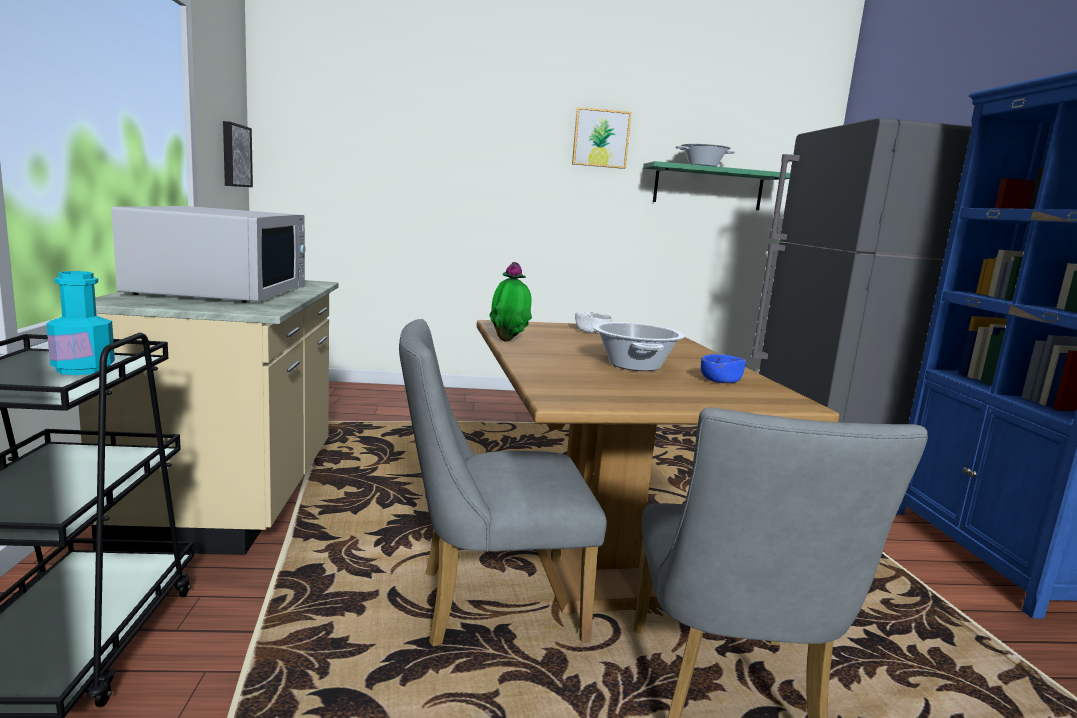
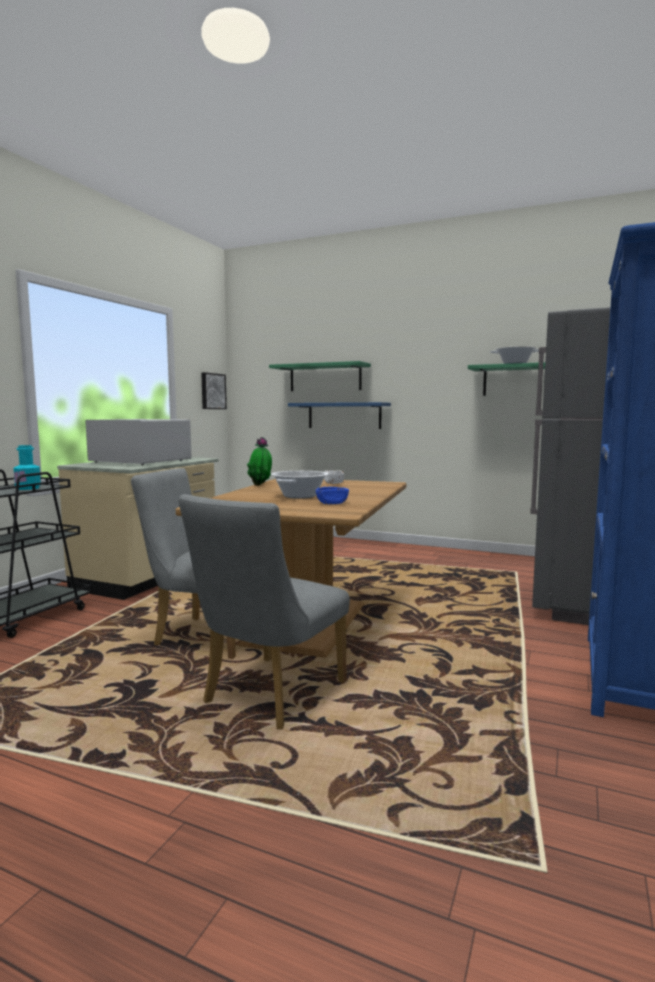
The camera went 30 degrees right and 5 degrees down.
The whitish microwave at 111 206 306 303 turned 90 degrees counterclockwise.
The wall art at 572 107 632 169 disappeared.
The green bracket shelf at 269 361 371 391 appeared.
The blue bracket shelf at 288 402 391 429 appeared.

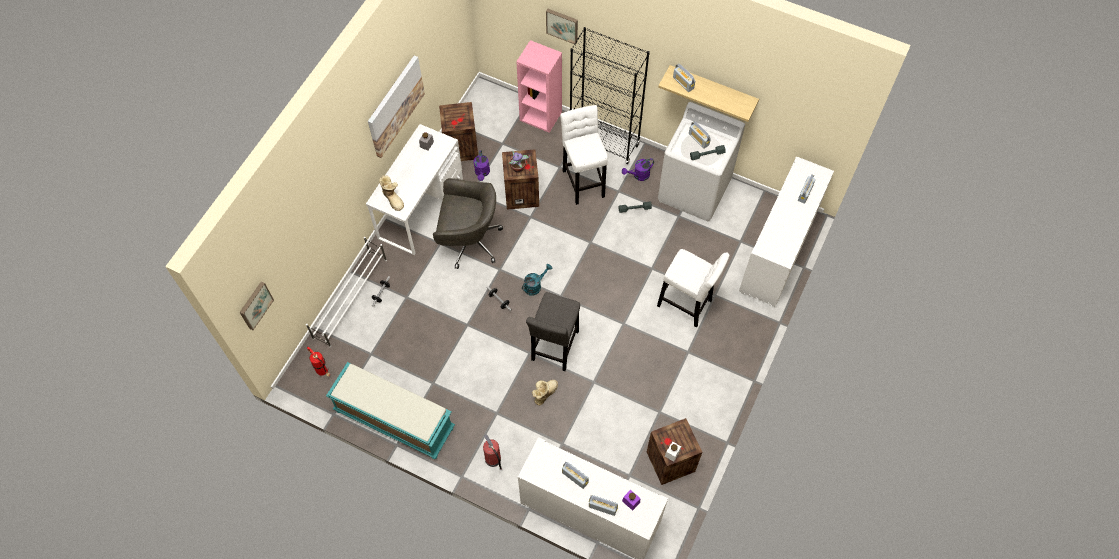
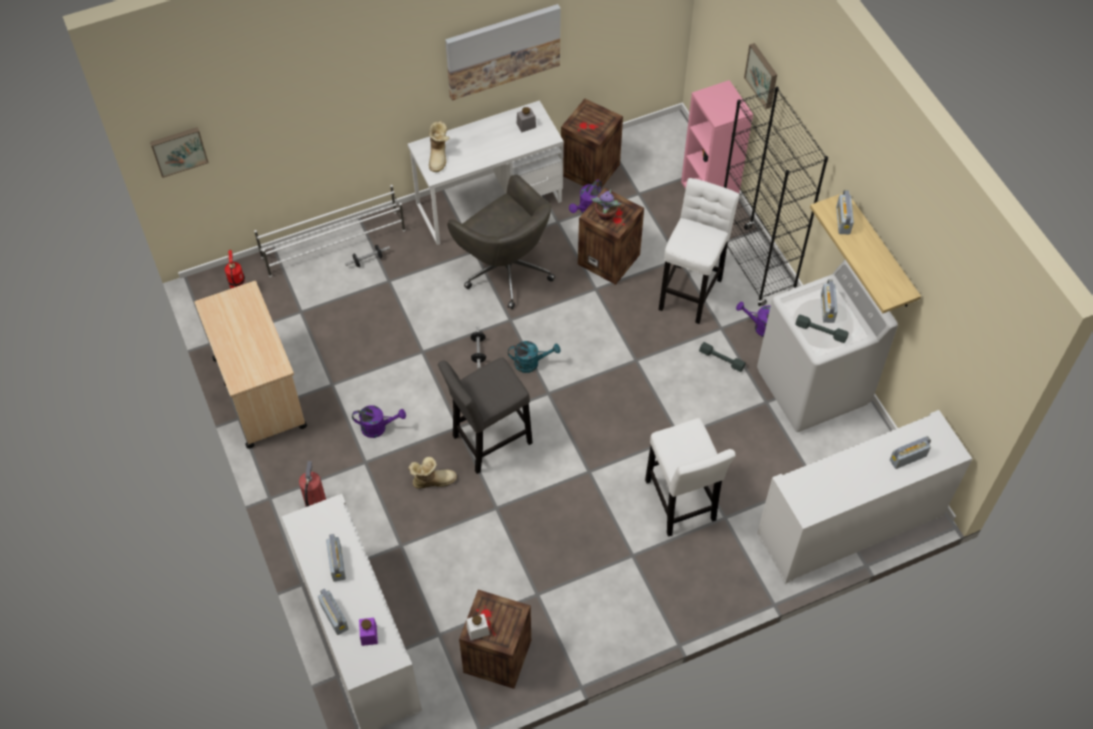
The camera went 40 degrees right and 5 degrees down.
The blue-green long seat at 326 362 455 459 was replaced by the beige trolley at 195 281 307 449.
The purple watering can at 352 405 406 438 appeared.

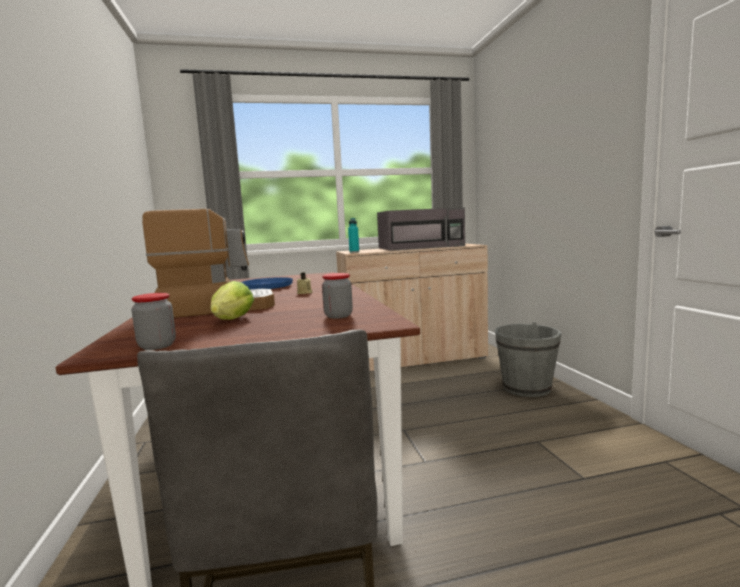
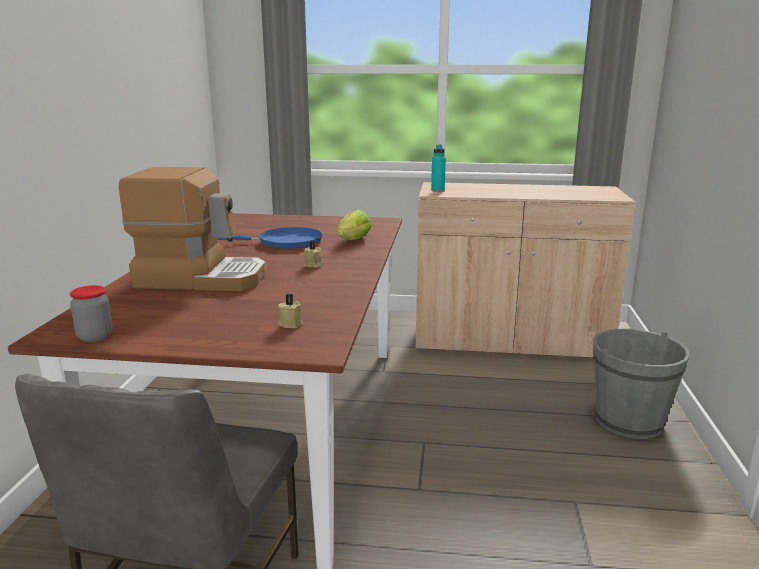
The camera went 20 degrees right and 10 degrees up.
The head of lettuce moved from 210 281 254 320 to 337 210 372 240.
The preserve jar at 322 273 353 319 was replaced by the beige wax light at 278 294 303 328.
The grey microwave at 377 207 465 251 disappeared.

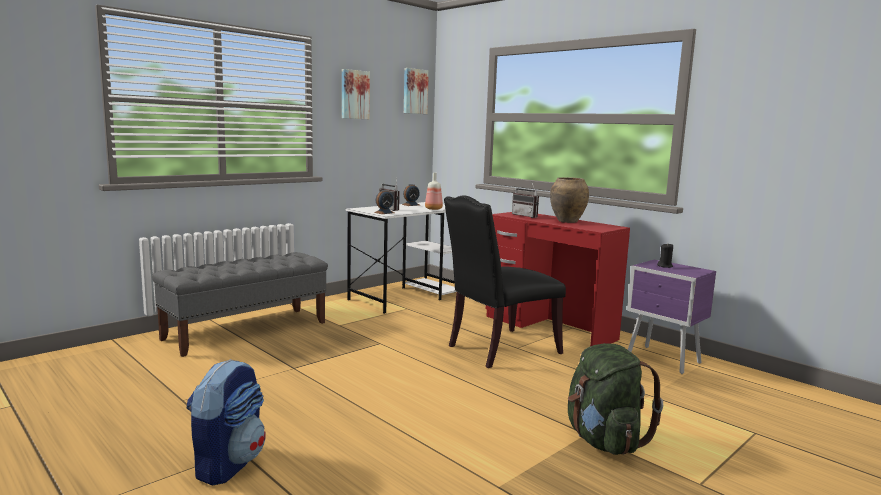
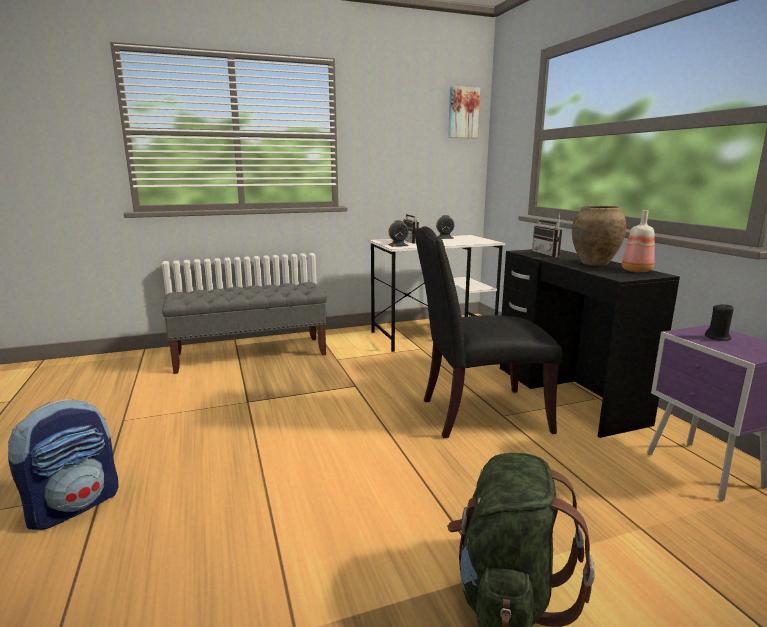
The camera went 25 degrees right and 5 degrees up.
The wall art at 342 69 370 119 disappeared.
The bottle moved from 425 172 443 210 to 622 210 655 272.
The reddish desk table at 486 212 630 346 became the black desk table at 500 249 680 438.

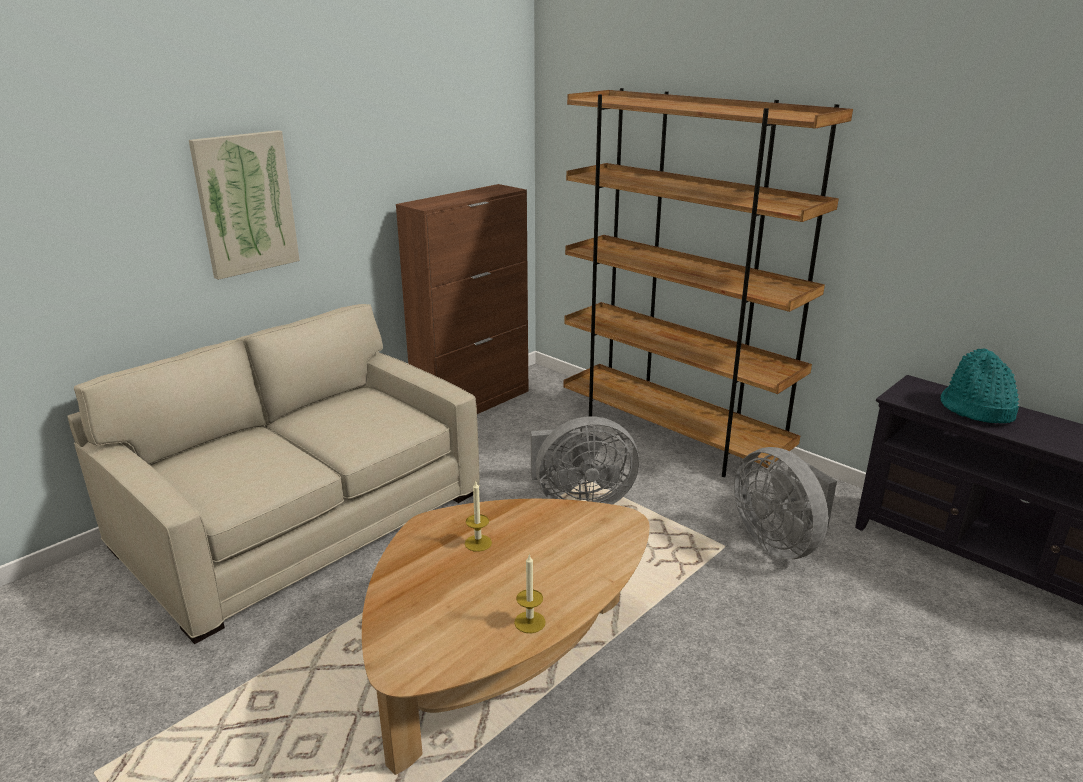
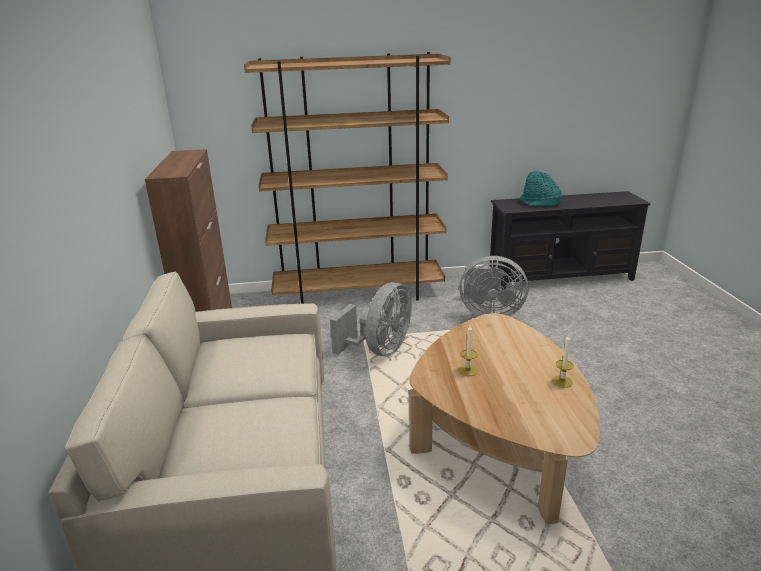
The camera went 50 degrees left and 0 degrees up.
The wall art at 189 130 300 280 disappeared.

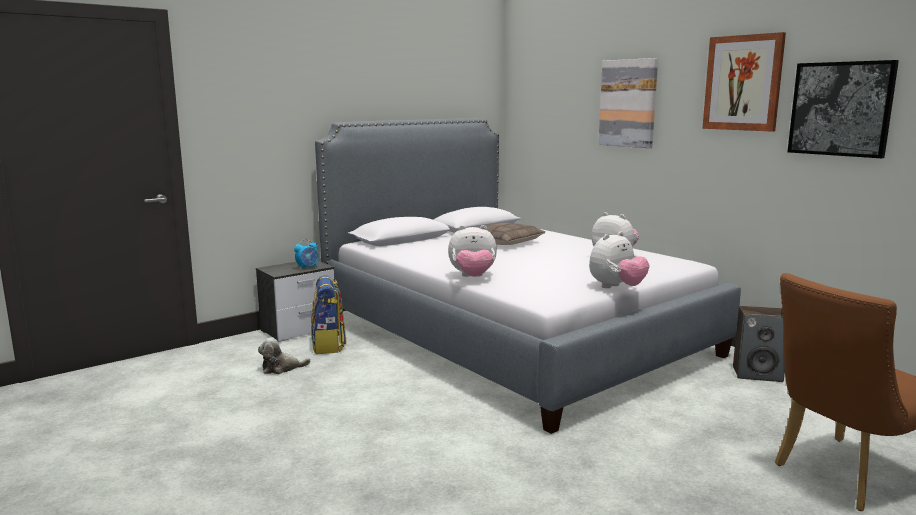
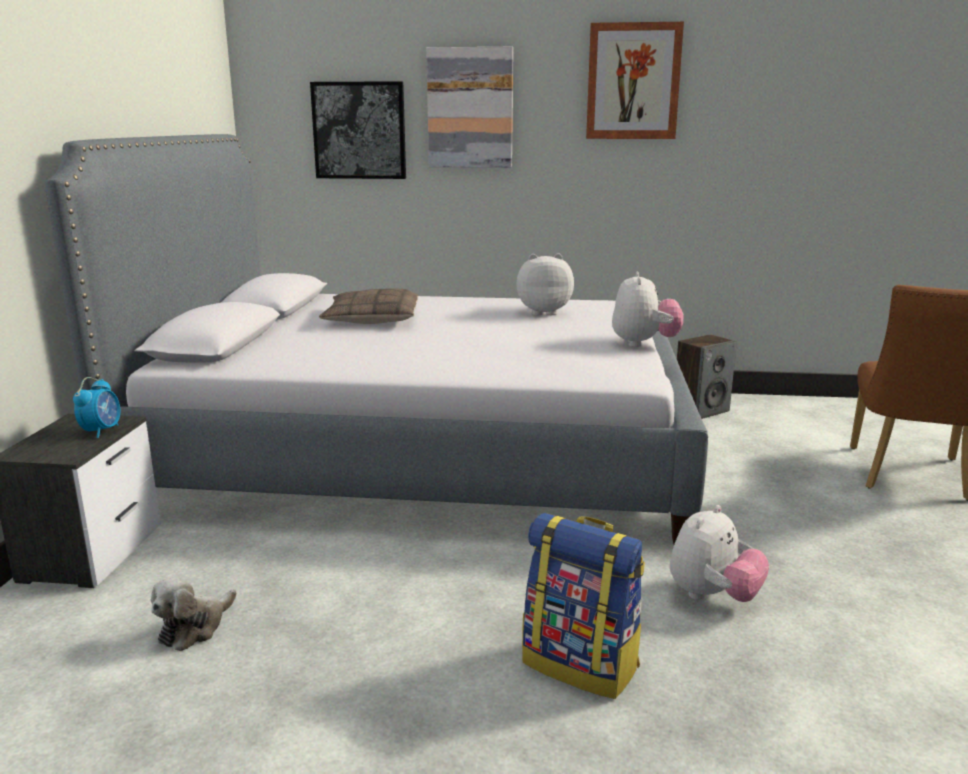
The camera went 45 degrees left and 5 degrees up.
The knapsack moved from 311 275 347 354 to 522 513 645 699.
The plush toy moved from 448 225 497 277 to 670 505 769 602.
The wall art moved from 787 60 899 158 to 310 81 406 179.

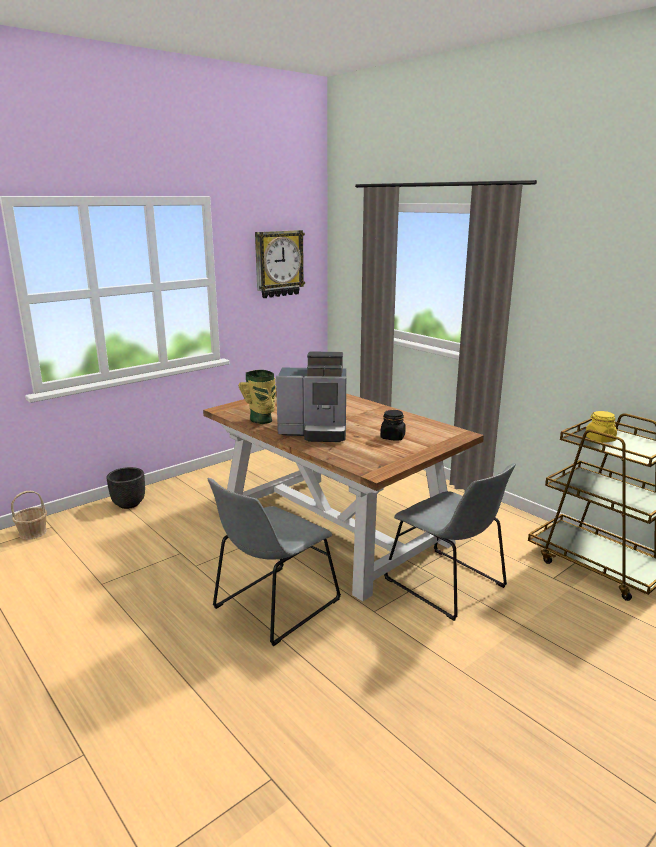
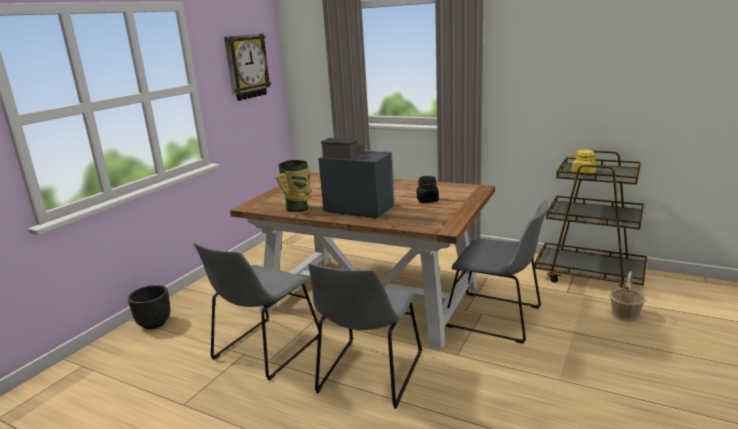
The camera went 20 degrees left and 0 degrees up.
The basket moved from 11 491 47 540 to 610 271 646 322.
The coffee brewer at 276 351 346 442 turned 135 degrees counterclockwise.
The grey upright chair at 193 242 319 381 appeared.

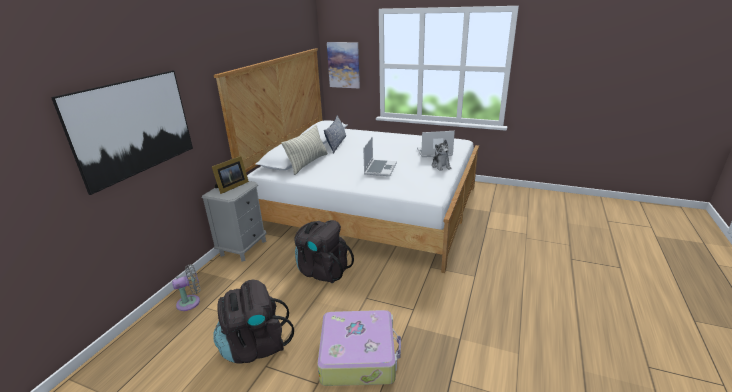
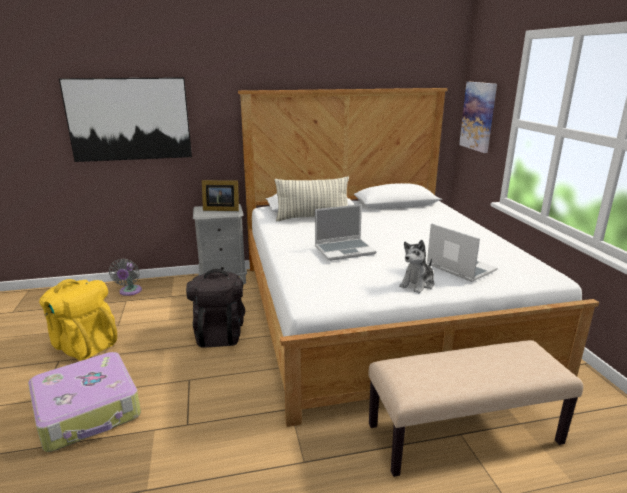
The camera went 55 degrees right and 5 degrees down.
The grey fan at 172 264 200 311 turned 60 degrees clockwise.
The black knapsack at 213 280 294 364 became the yellowish knapsack at 39 279 117 361.
The throw pillow at 324 115 346 153 disappeared.
The beige long seat at 368 340 584 477 appeared.

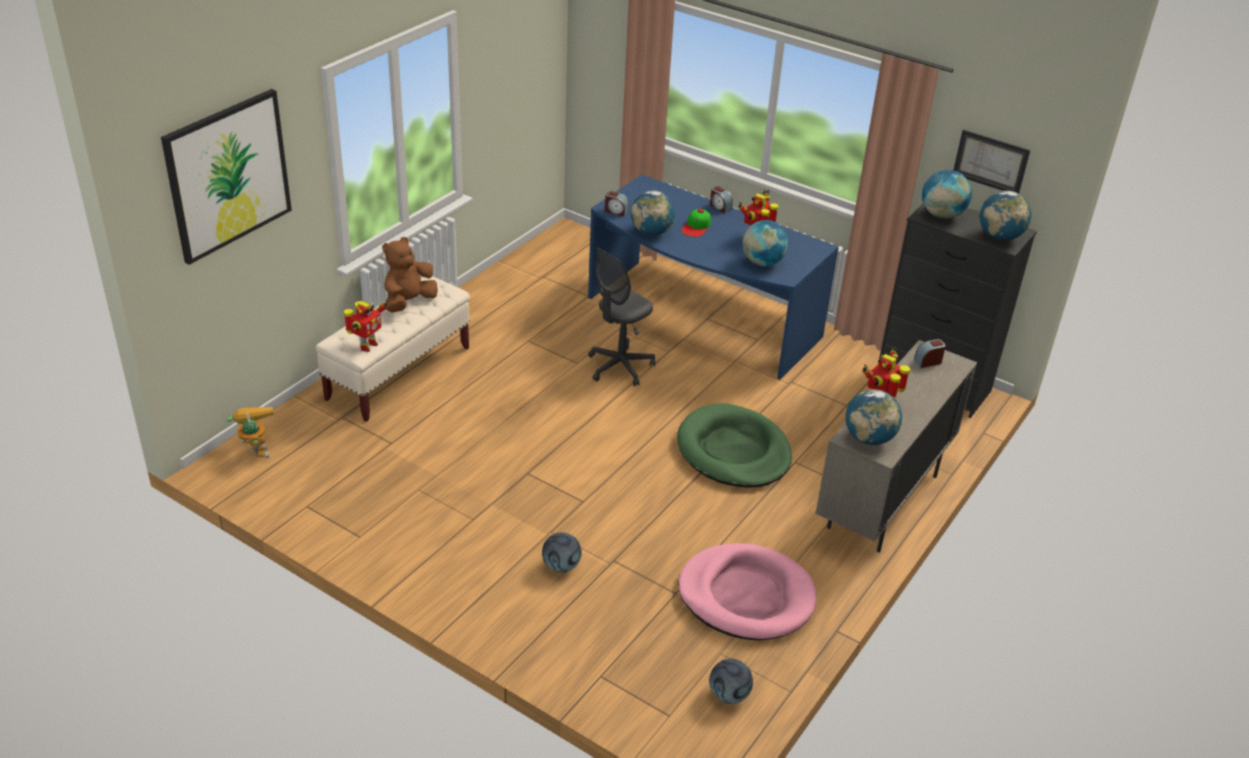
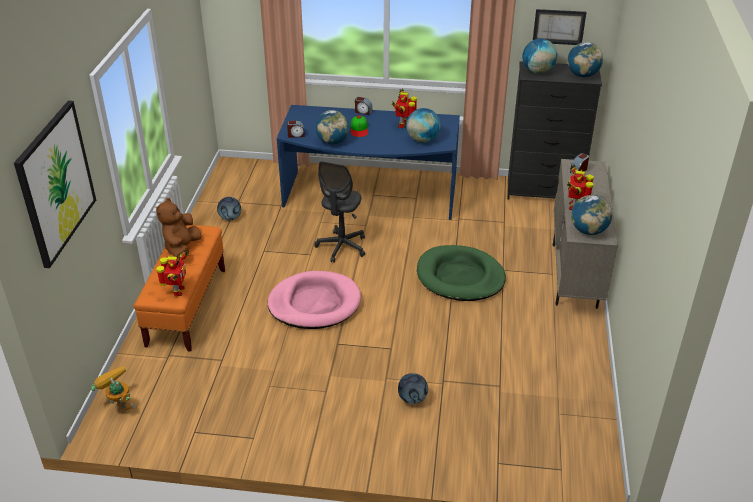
The camera went 25 degrees left and 0 degrees up.
The beige long seat at 315 276 470 422 became the orange long seat at 134 225 225 352.
The pink-coloured dog bed moved from 678 543 816 640 to 268 271 361 329.
The football ball moved from 709 659 753 704 to 217 197 241 220.

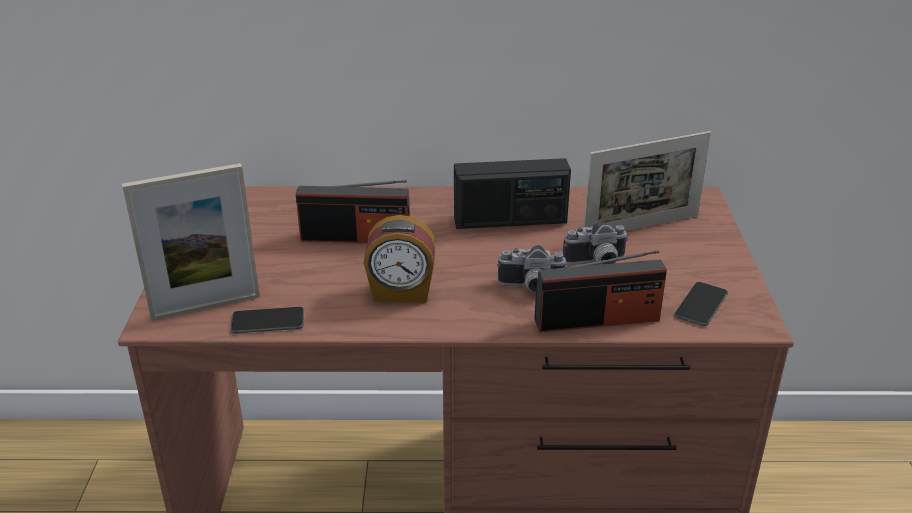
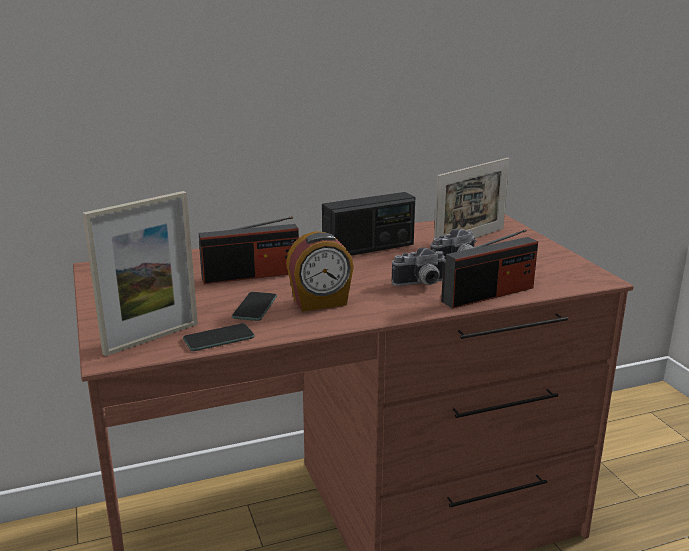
The camera went 20 degrees left and 10 degrees down.
The phone moved from 674 282 728 326 to 232 292 277 321.

